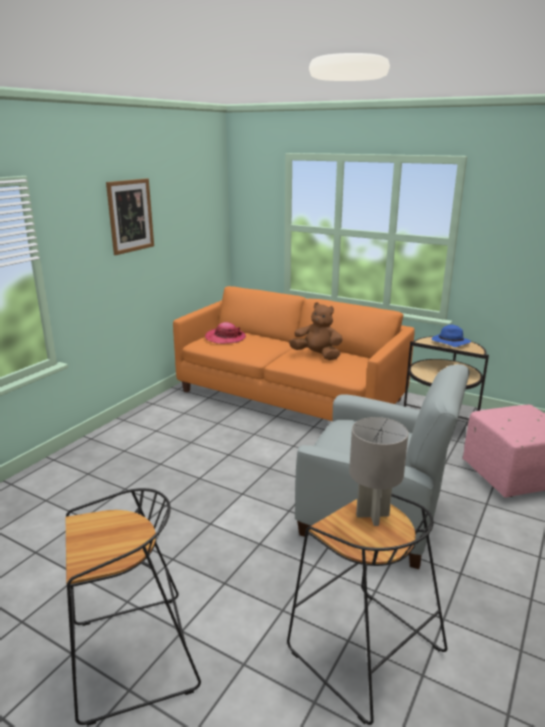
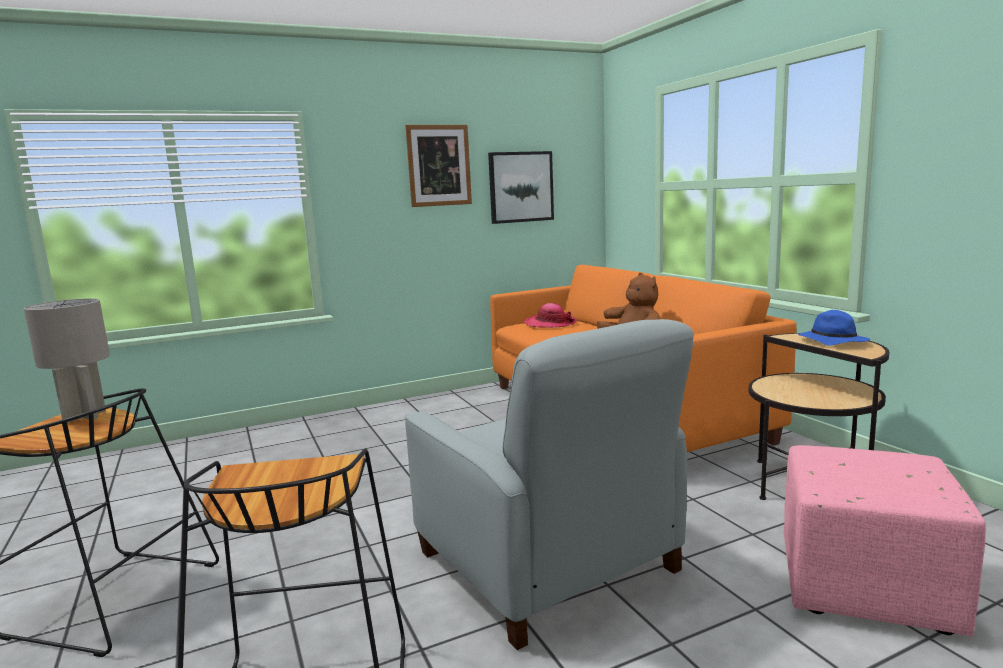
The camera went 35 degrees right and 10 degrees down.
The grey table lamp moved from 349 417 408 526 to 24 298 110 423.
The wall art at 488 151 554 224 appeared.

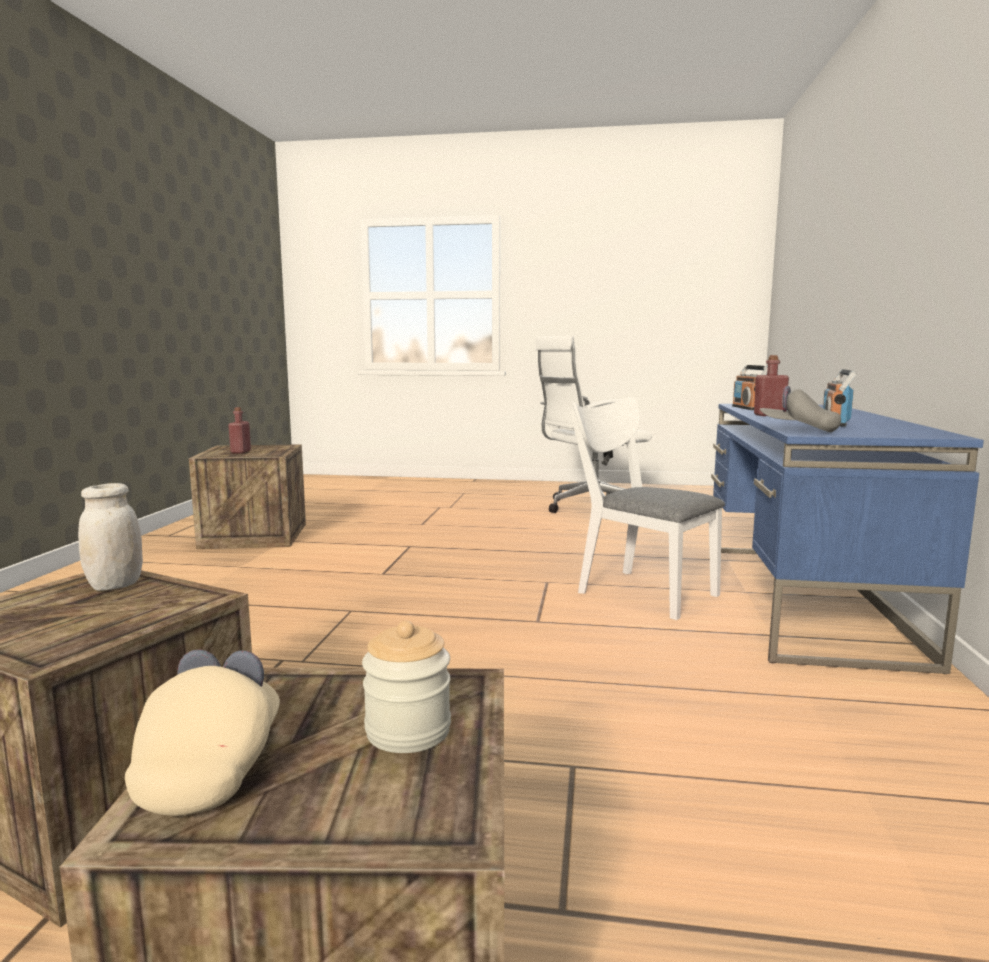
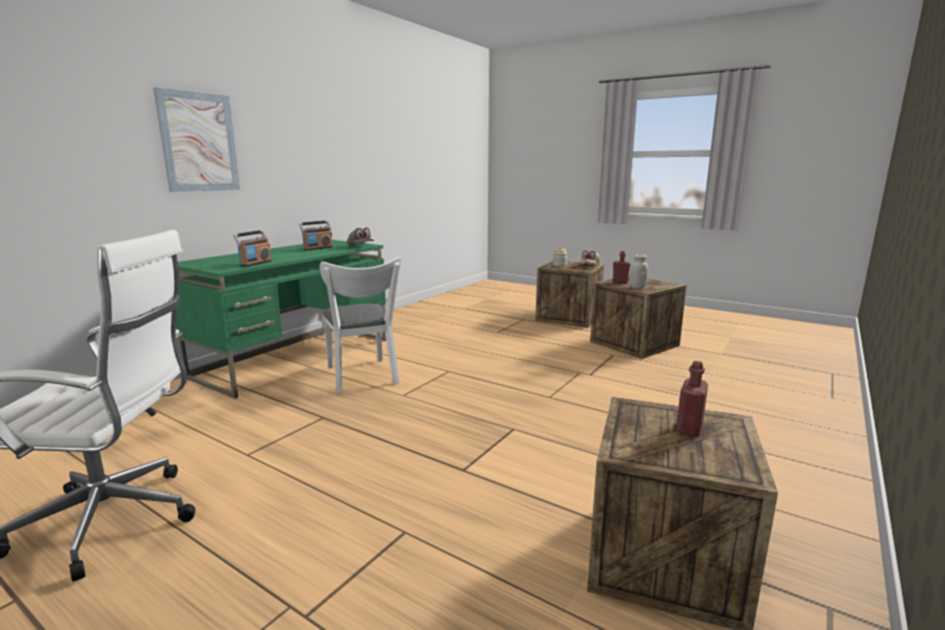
The camera went 155 degrees left and 5 degrees up.
The blue desk table at 711 404 984 674 became the green desk table at 176 240 386 399.
The reddish bottle moved from 754 355 789 416 to 613 251 631 284.
The wall art at 153 87 240 192 appeared.

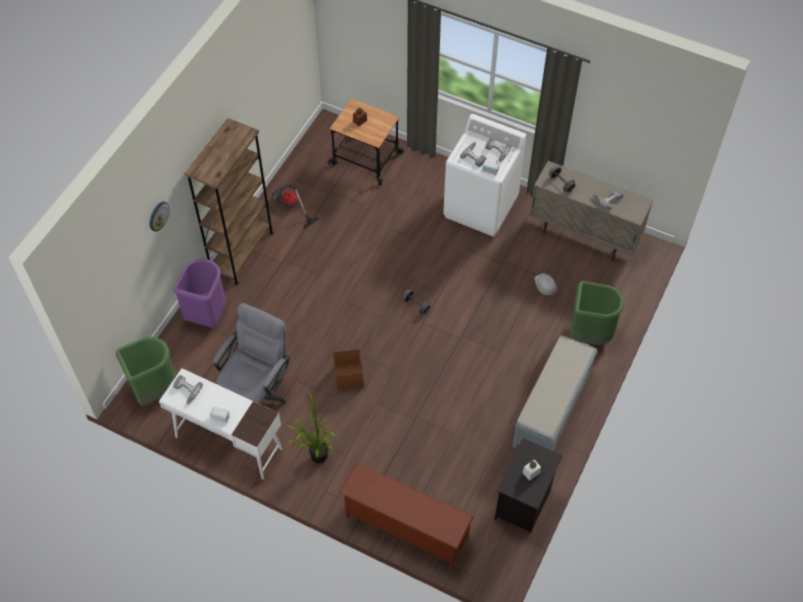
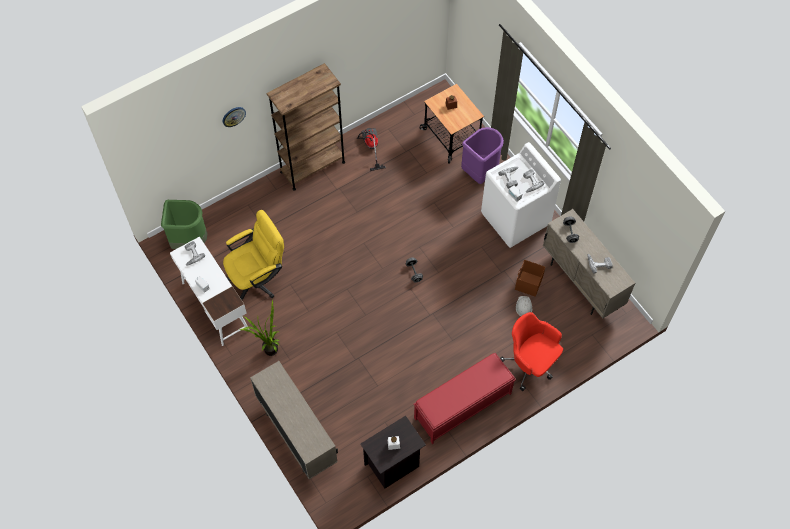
The camera went 30 degrees right and 5 degrees up.
The purple waste bin moved from 174 258 226 328 to 461 127 504 184.
The grey office chair at 213 303 290 404 became the yellowish office chair at 223 210 284 300.
The brown-coloured storage box moved from 333 349 364 390 to 515 260 545 297.
The brown-coloured shoe rack at 339 462 474 568 was replaced by the beige cupboard at 250 361 338 479.
The grey long seat at 512 335 598 451 became the reddish long seat at 413 353 516 444.
The green waste bin at 570 281 624 345 was replaced by the reddish office chair at 500 312 563 391.

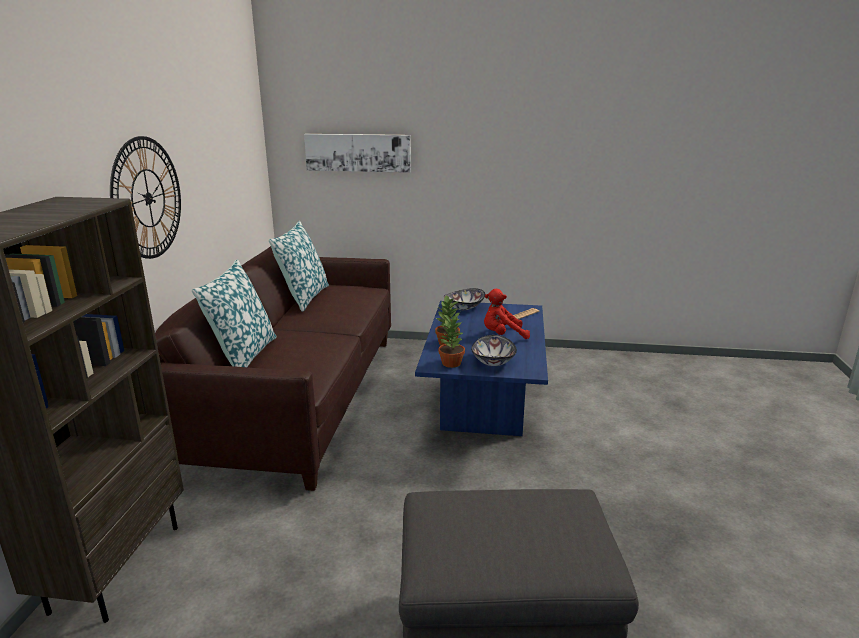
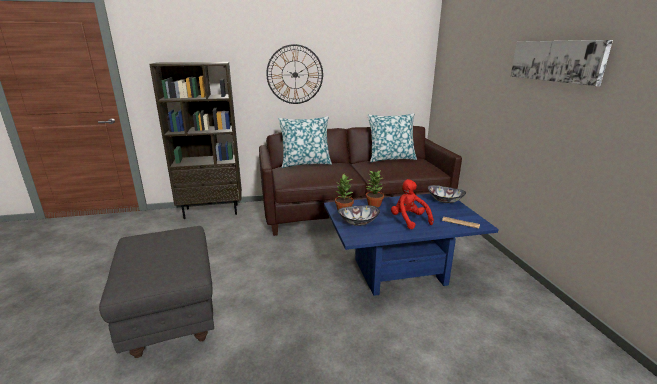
The camera went 70 degrees right and 0 degrees up.
The wall art moved from 304 134 411 173 to 511 40 613 86.

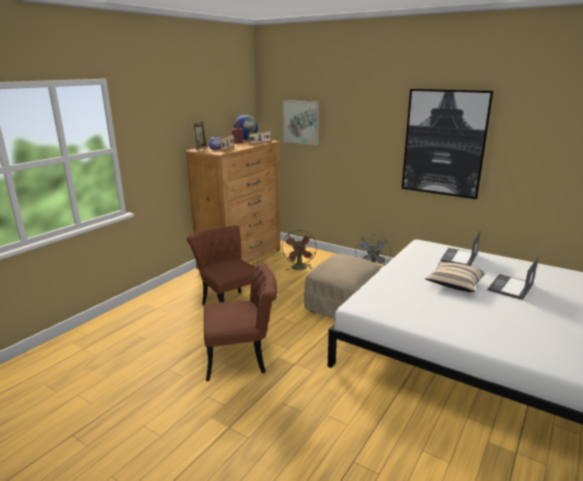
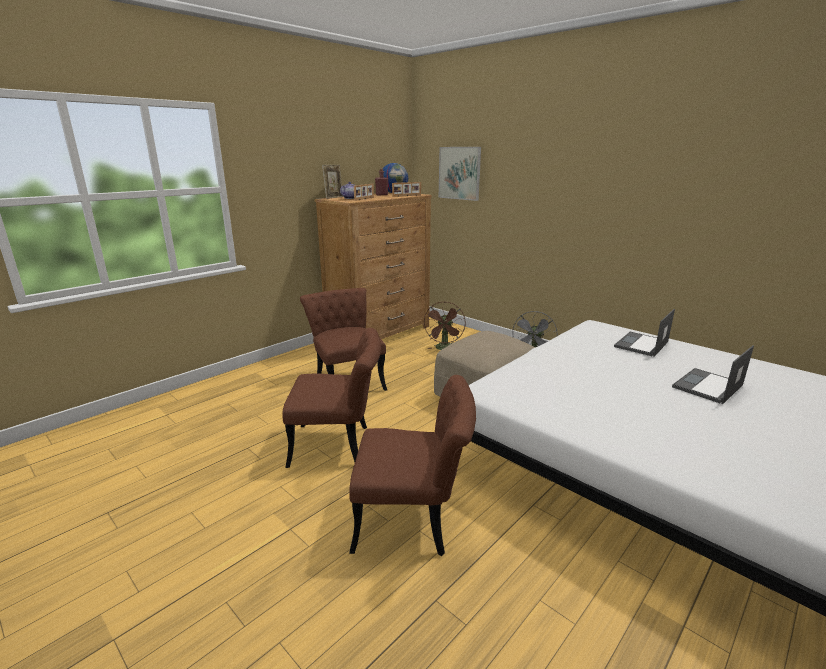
The camera went 10 degrees right and 0 degrees up.
The wall art at 402 89 493 199 disappeared.
The beige throw pillow at 425 262 486 292 disappeared.
The brown-coloured upright chair at 349 375 476 556 appeared.

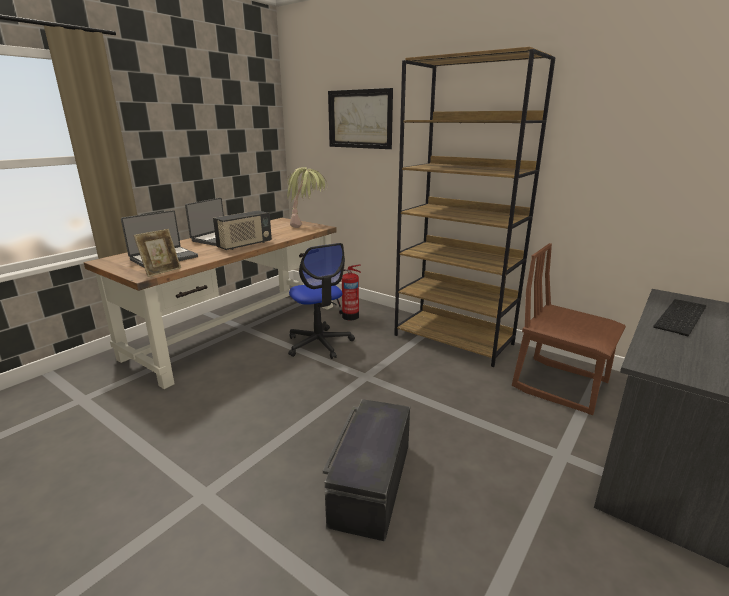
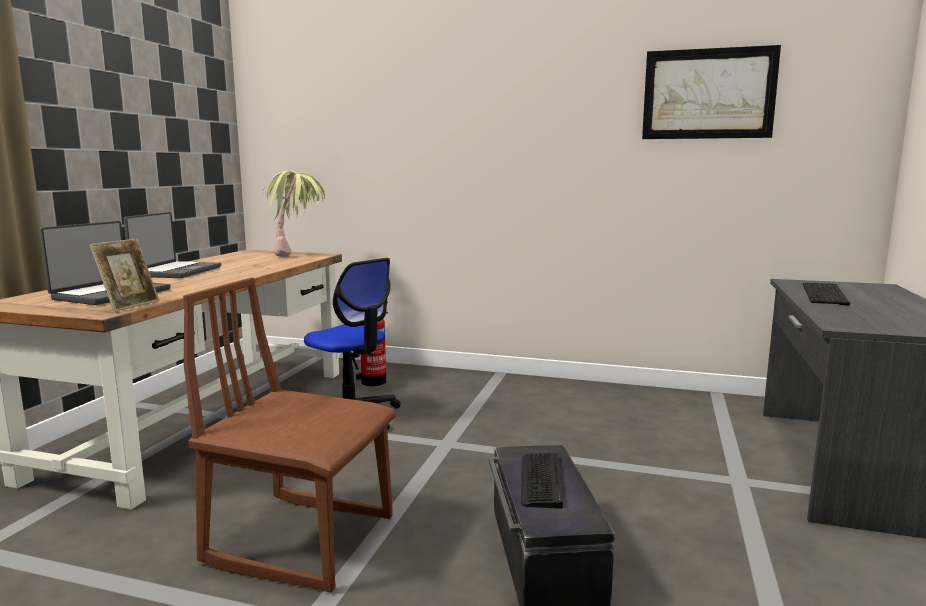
The camera went 20 degrees left and 10 degrees down.
The radio receiver at 213 210 272 250 disappeared.
The wall art moved from 328 88 393 149 to 642 45 781 139.
The brown-coloured shelving unit at 394 47 556 367 disappeared.
The brown-coloured upright chair moved from 512 243 626 415 to 183 277 396 593.
The computer keyboard at 521 453 563 509 appeared.

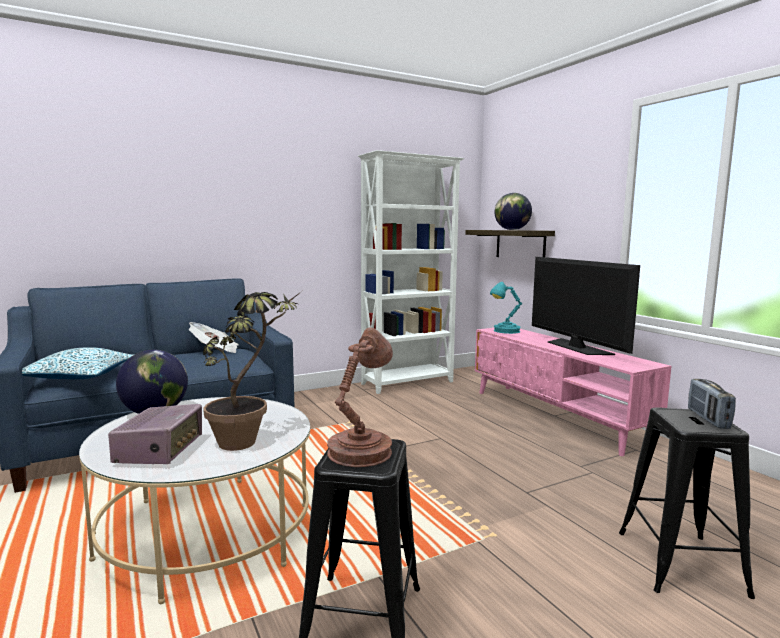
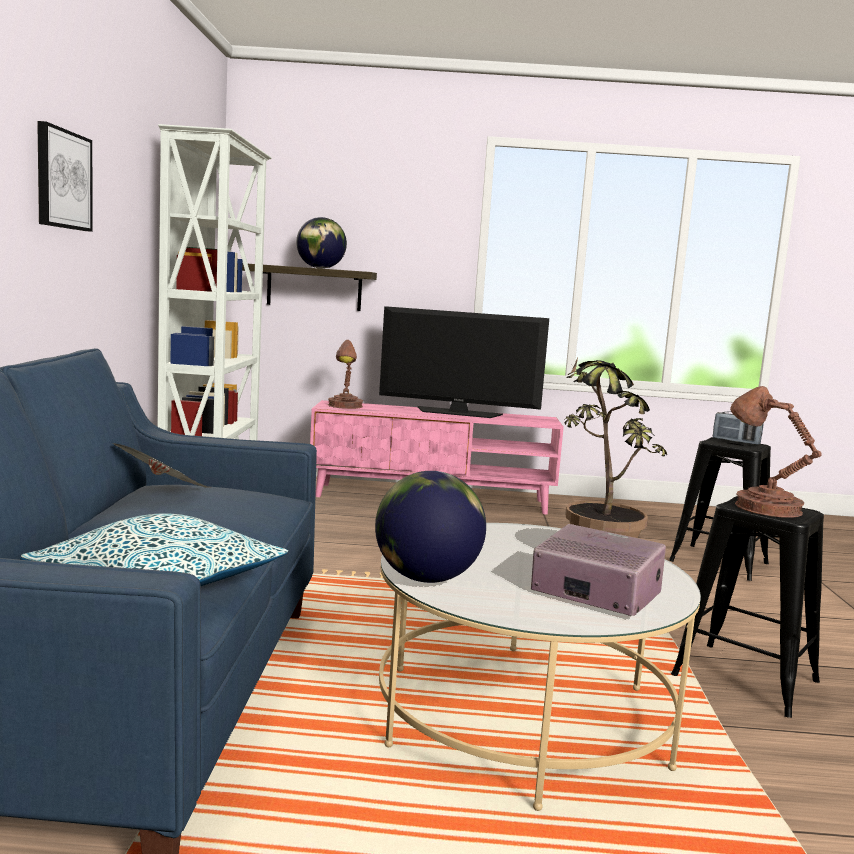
The camera went 60 degrees left and 0 degrees up.
The blue-green table lamp at 490 282 522 334 became the brown-coloured table lamp at 328 340 363 409.
The wall art at 37 121 93 232 appeared.

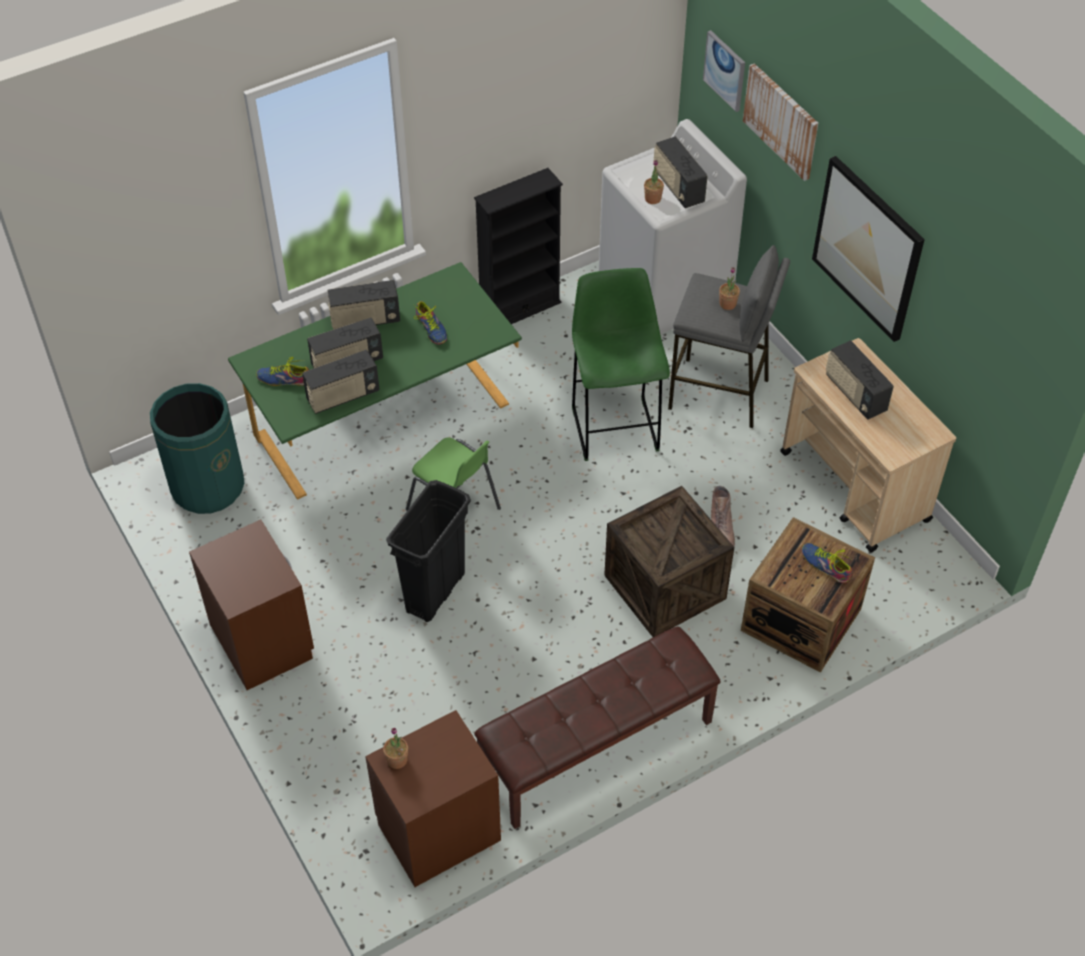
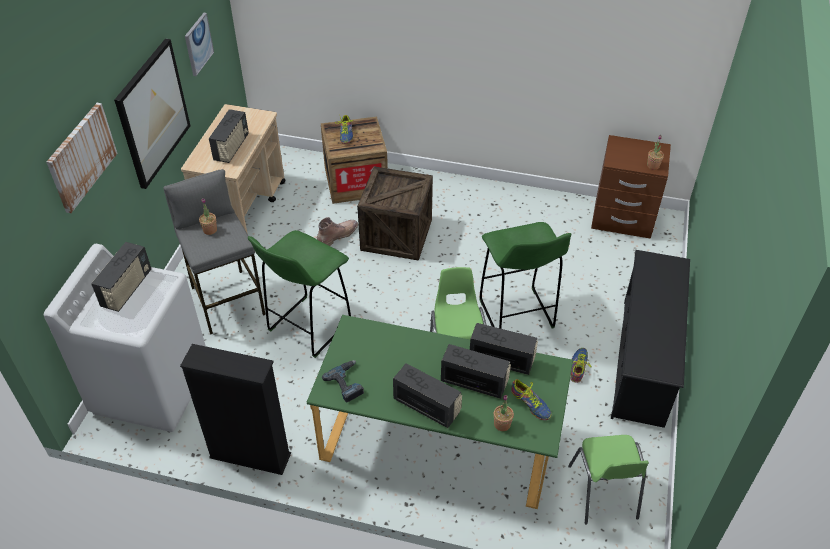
The camera went 135 degrees left and 5 degrees down.
The green waste bin at 150 383 244 514 was replaced by the green upright chair at 568 435 649 524.
The brown-coloured bedside table at 189 520 314 690 was replaced by the black shoe rack at 611 250 690 428.
The black waste bin at 386 480 471 622 was replaced by the green sitting stool at 479 222 571 329.
The low shoe moved from 414 301 447 344 to 570 348 592 383.
The brown-coloured long seat at 474 627 721 829 disappeared.
The plant in a pot moved from 644 160 664 204 to 494 395 514 431.
The wall art moved from 703 30 745 112 to 185 13 214 76.
The power drill at 322 360 364 403 appeared.

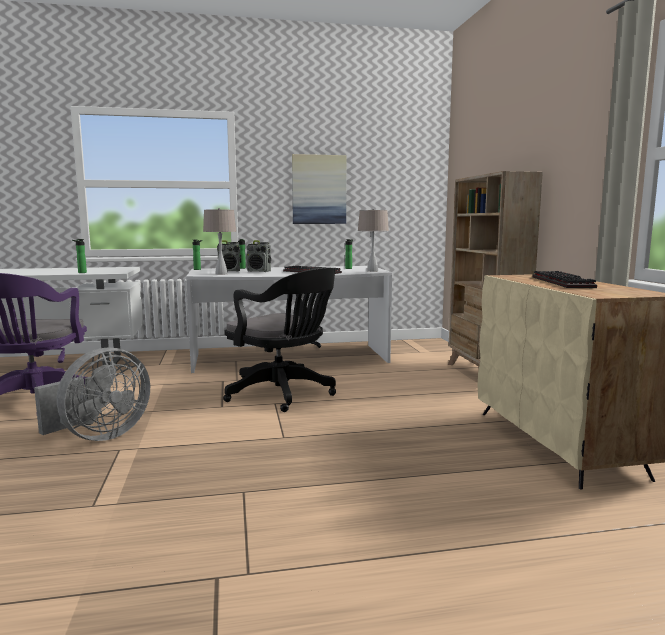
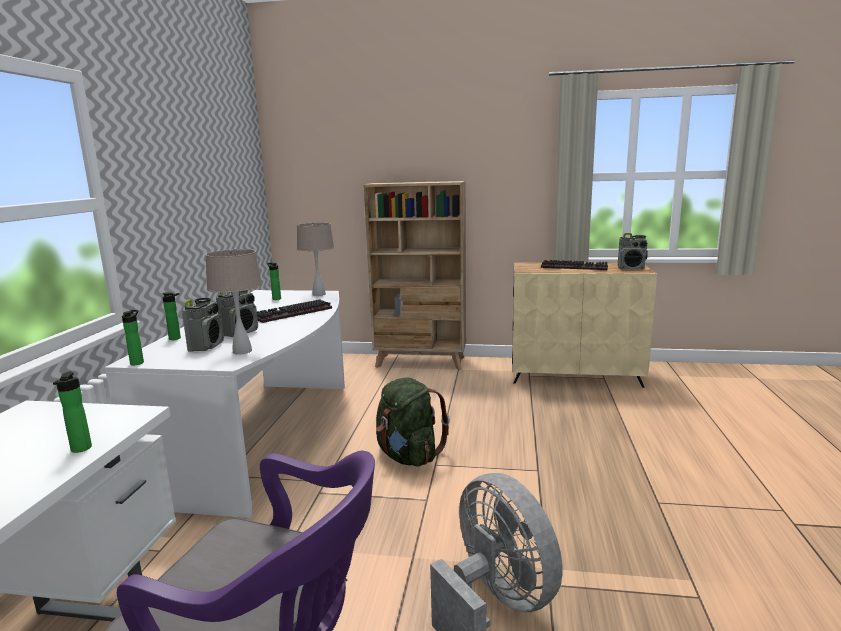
The camera went 70 degrees left and 5 degrees up.
The black office chair at 223 267 336 412 was replaced by the green knapsack at 376 378 450 467.
The wall art at 292 154 347 224 disappeared.
The radio receiver at 617 233 647 270 appeared.

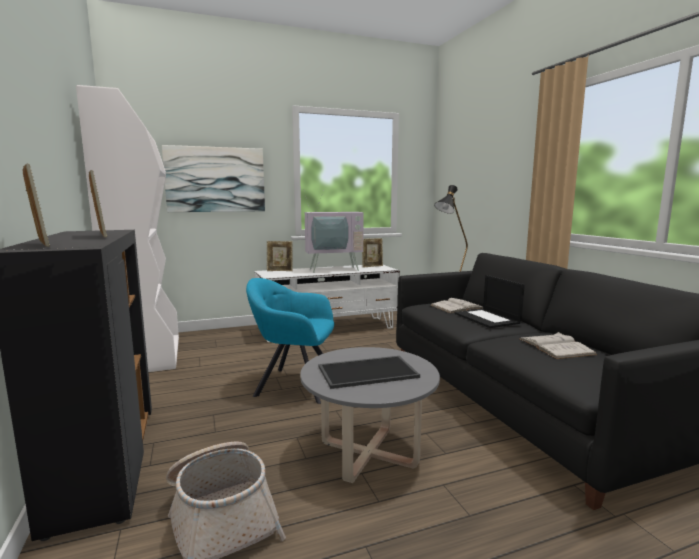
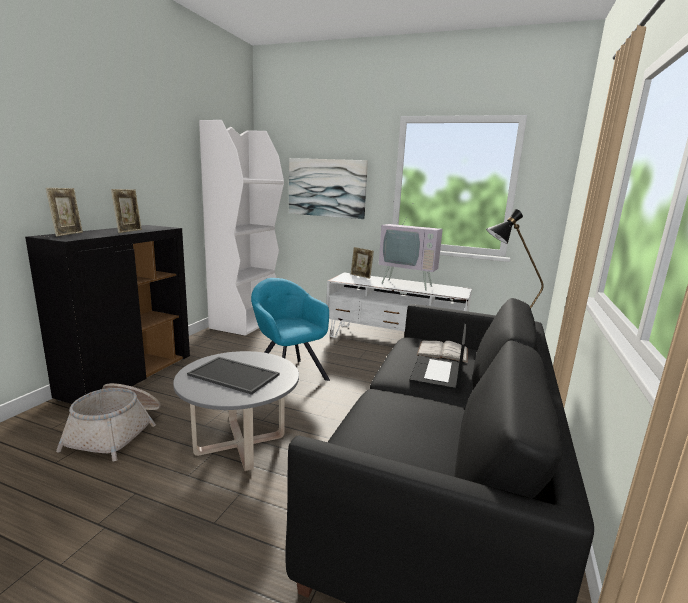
The camera went 40 degrees right and 5 degrees up.
The picture frame at 362 238 383 268 disappeared.
The whitish book at 520 332 597 359 disappeared.

